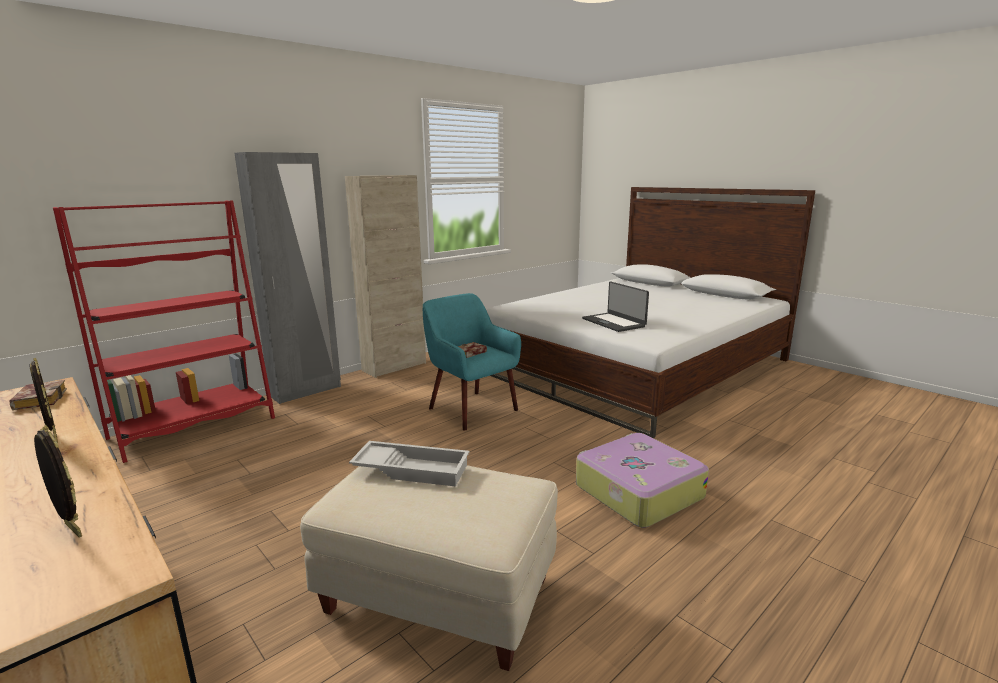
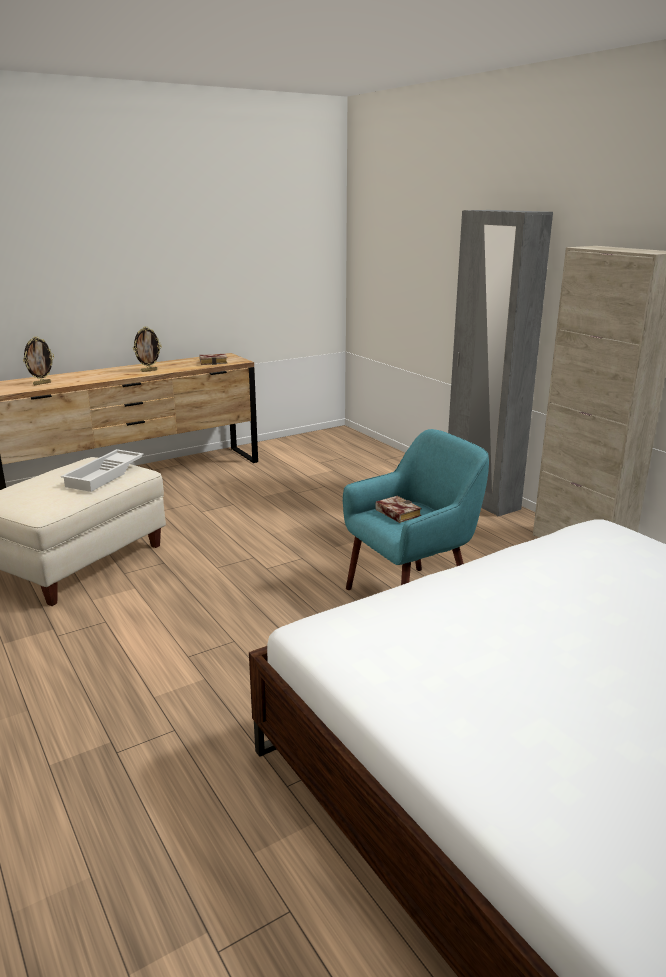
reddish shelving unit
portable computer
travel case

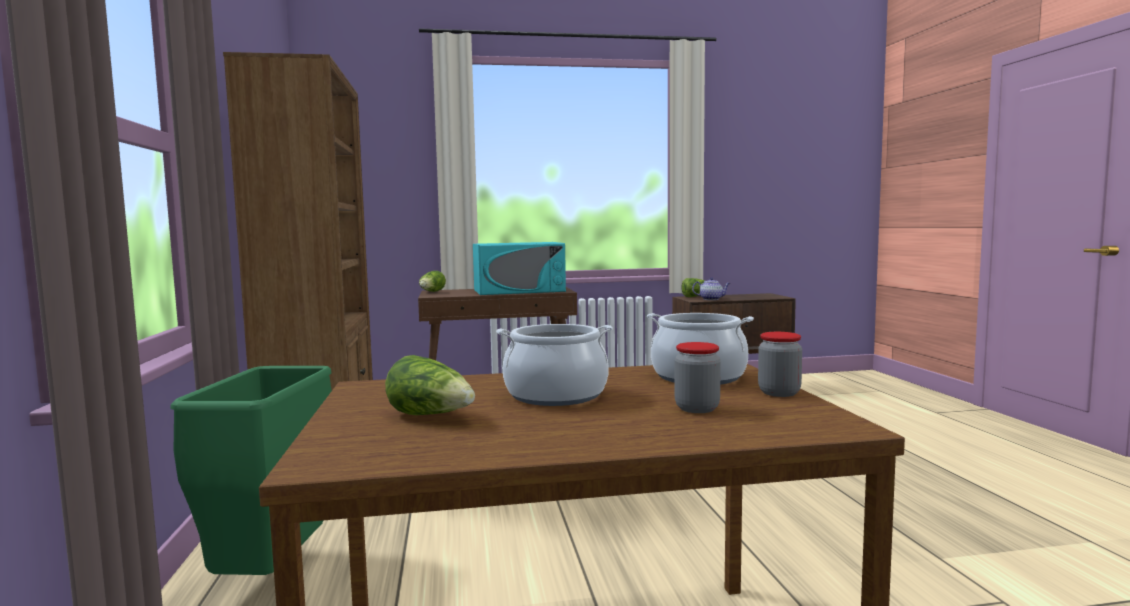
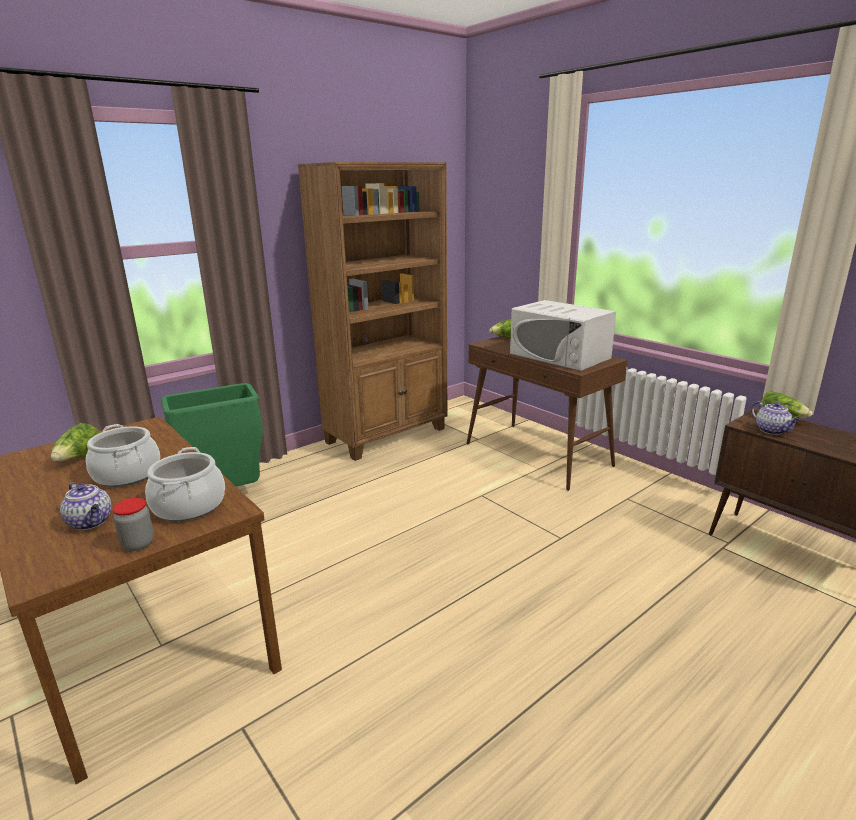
whitish microwave
pot for tea (1st from left)

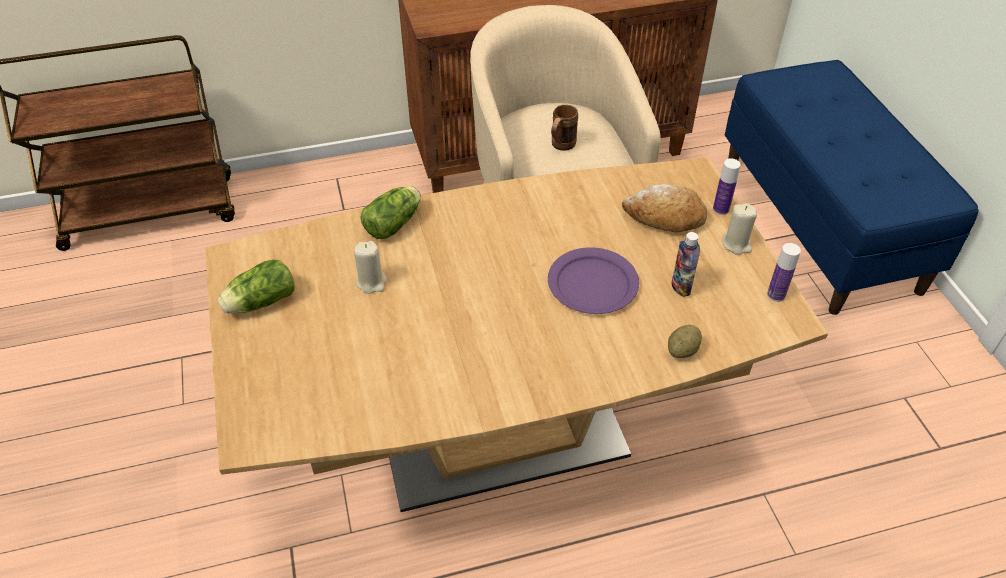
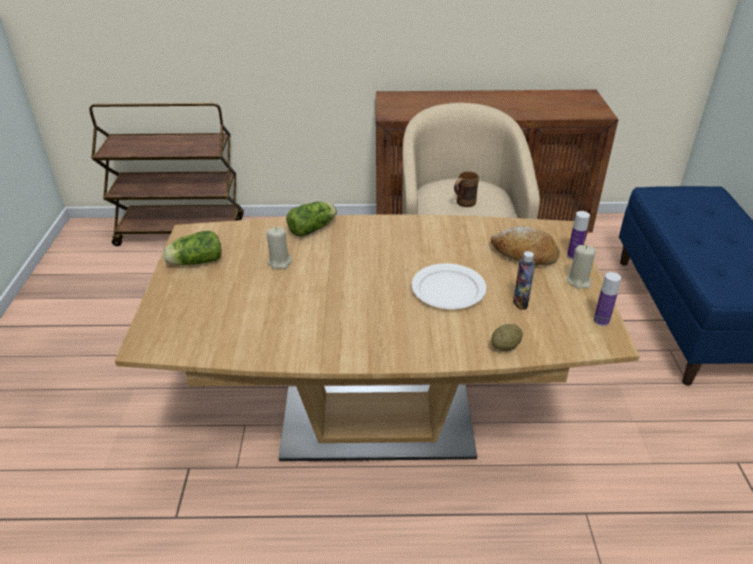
whitish flat dish

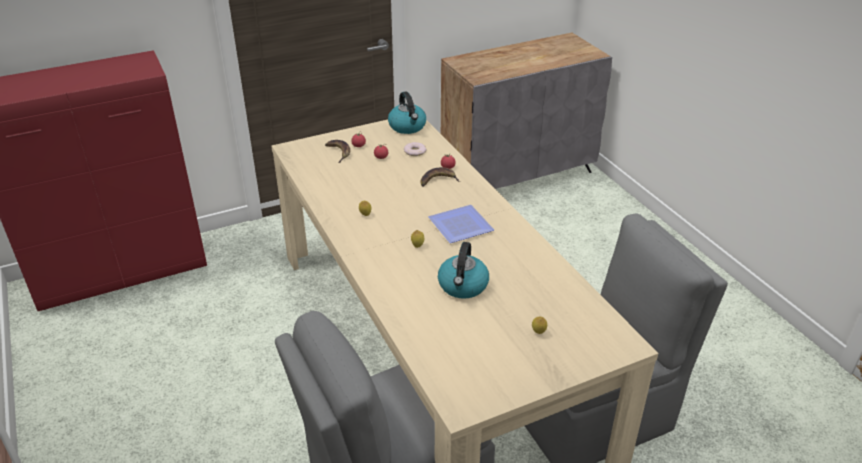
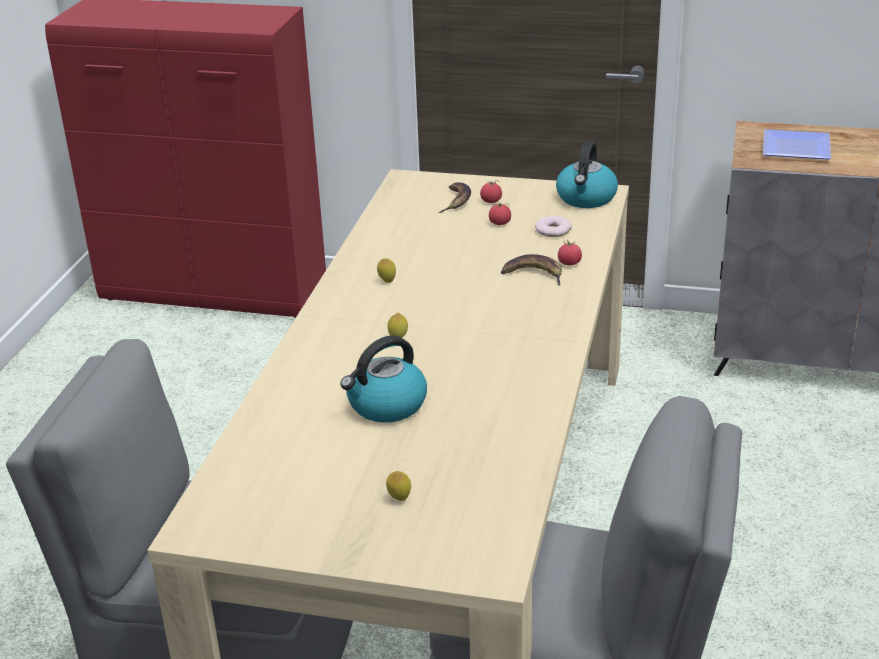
flat dish

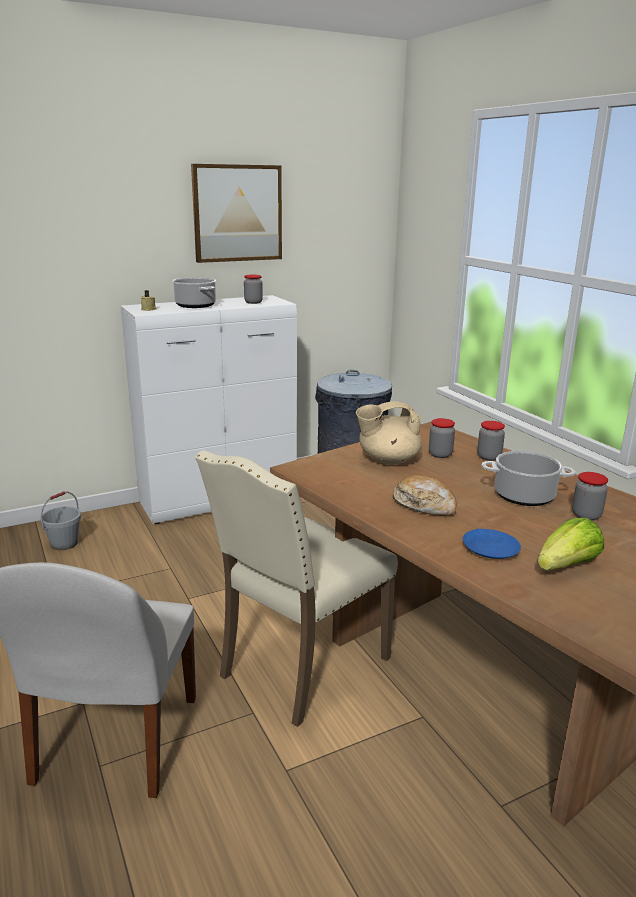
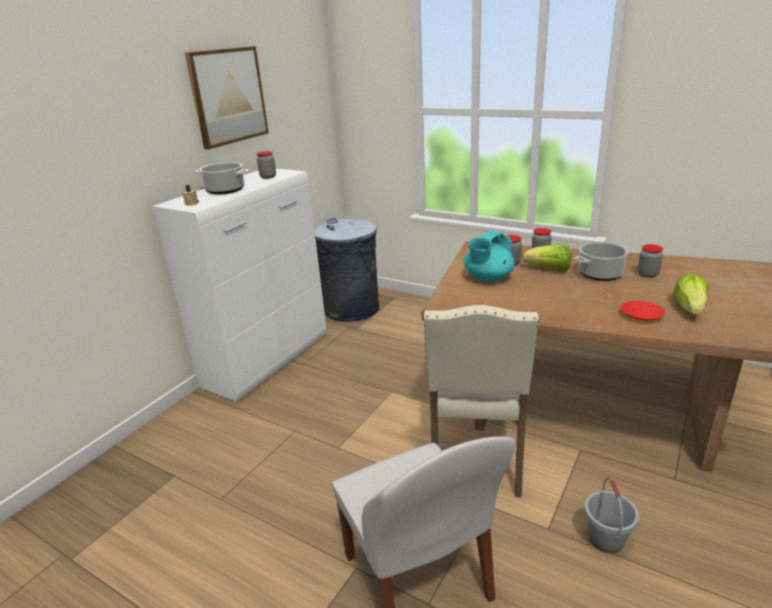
turquoise-coloured pot for tea
bakery bread
grey pail
reddish flat dish
head of lettuce (1st from left)

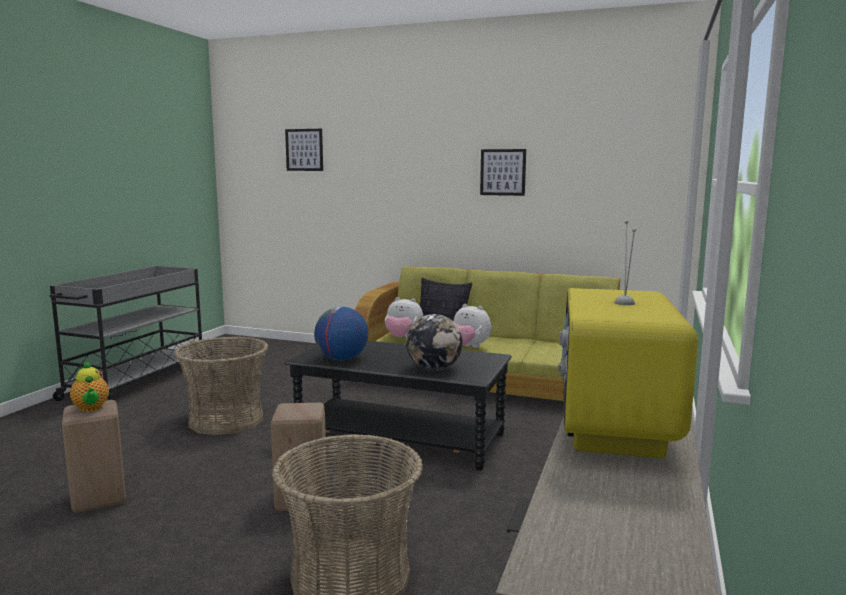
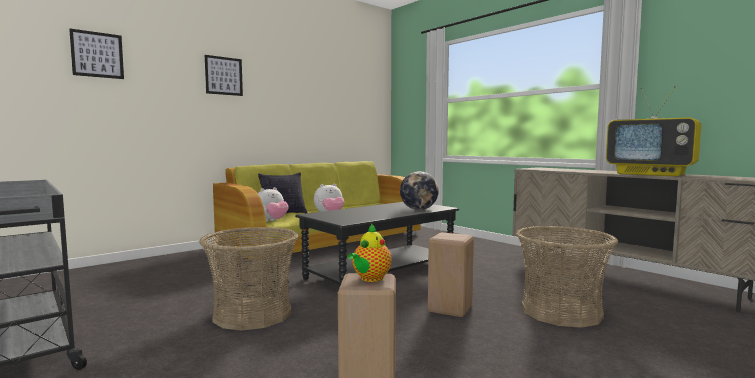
wall picture (2nd from left)
world globe (1st from left in the first image)
pot for tea

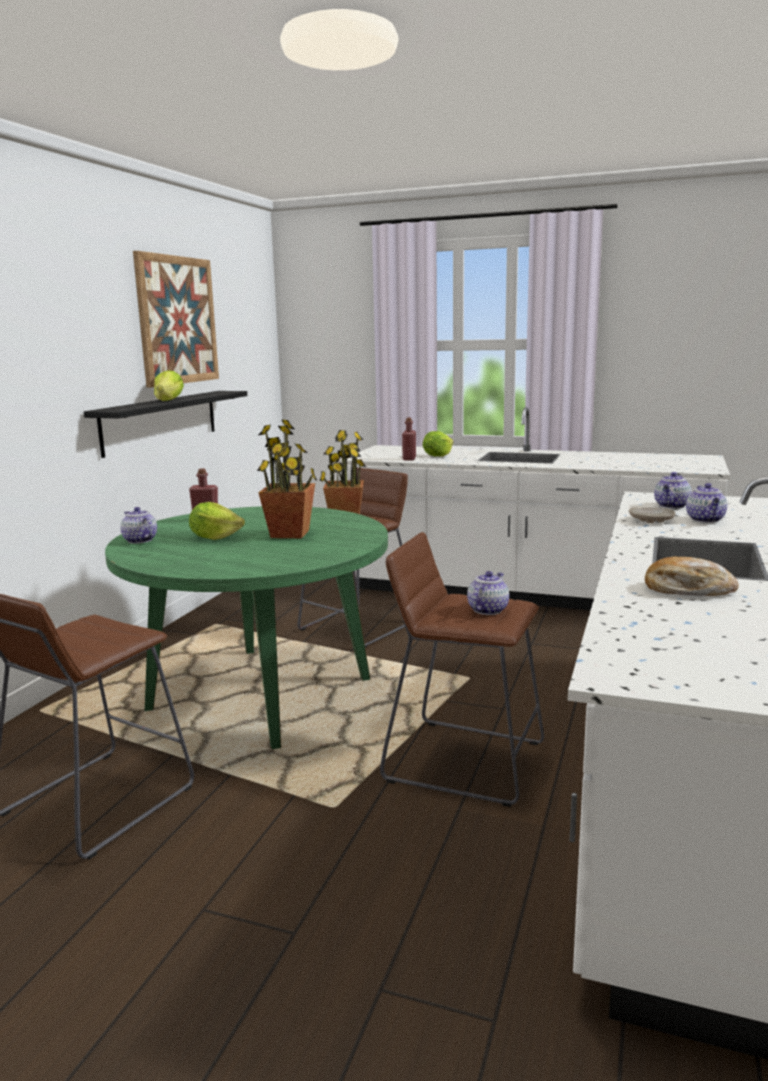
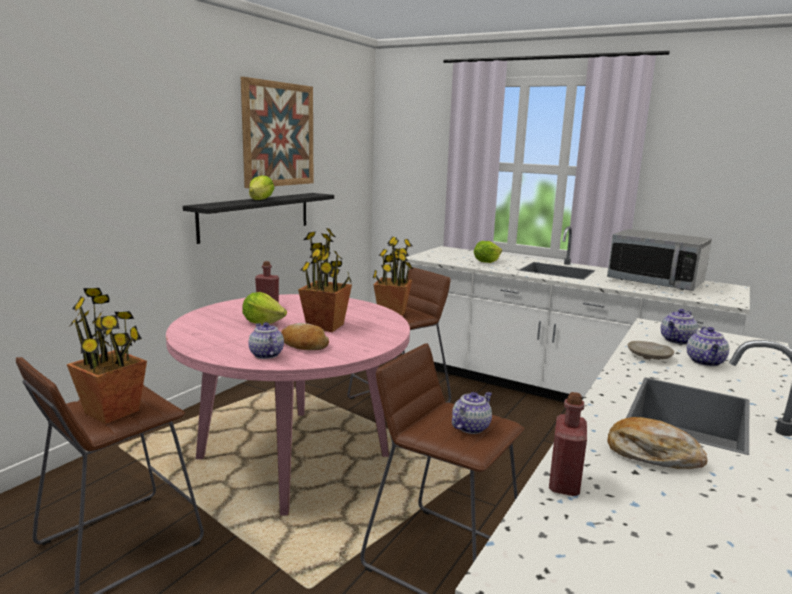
reddish beverage bottle (2nd from left)
pink dinner table
pot for tea (1st from left)
microwave
plant in a pot (1st from left)
bakery bread (1st from left)

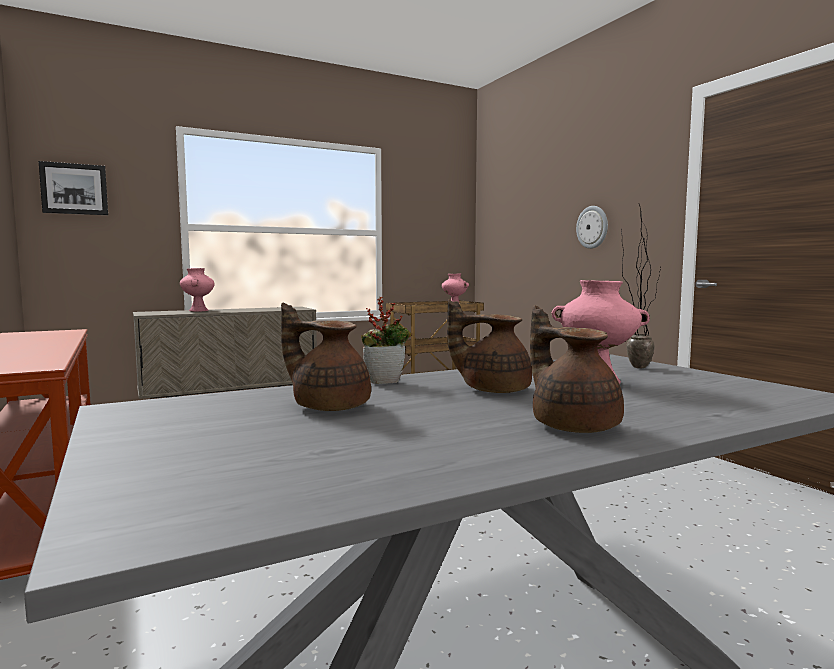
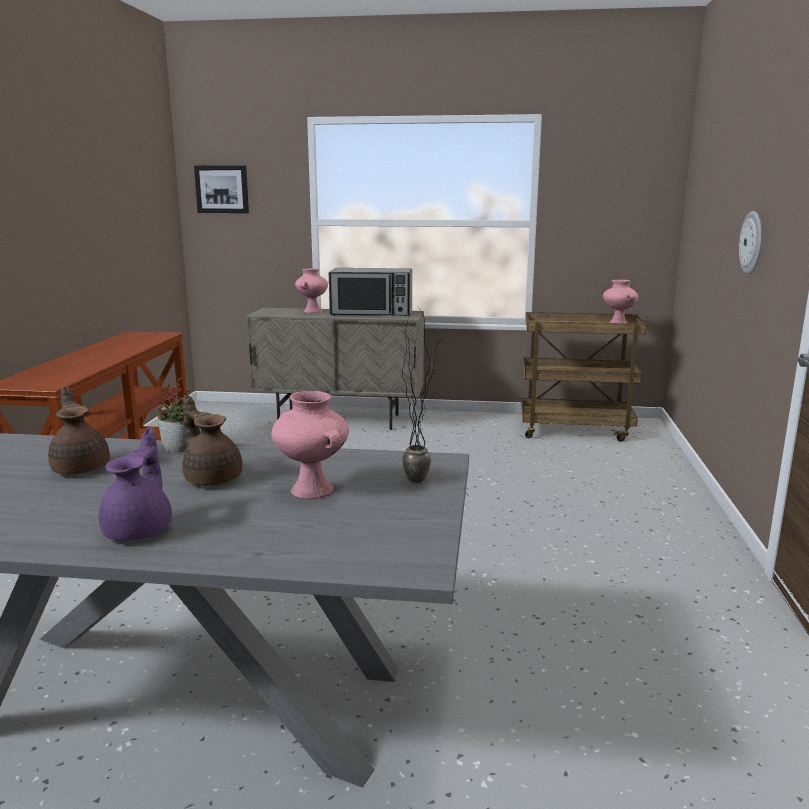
purplish pot for tea
microwave

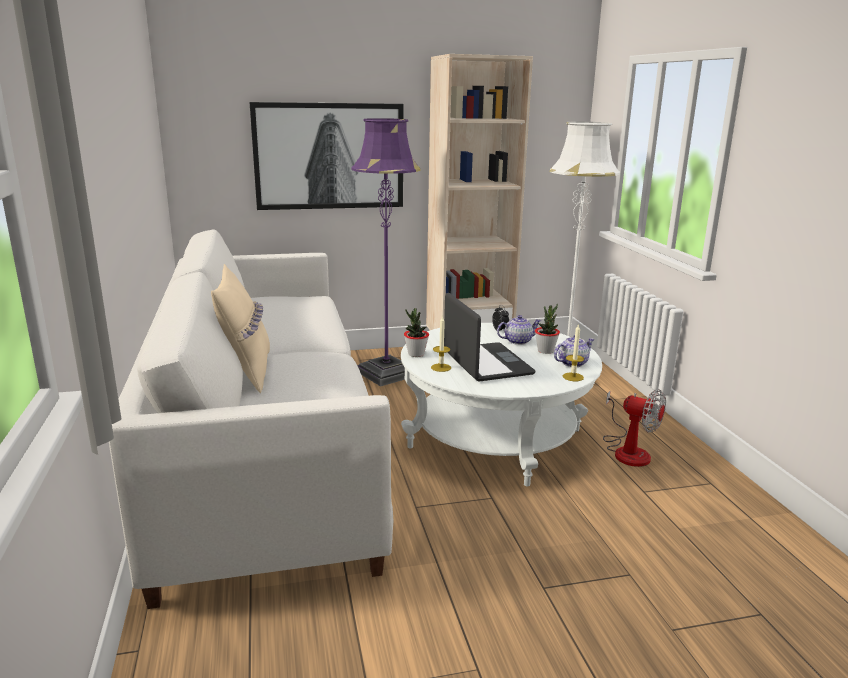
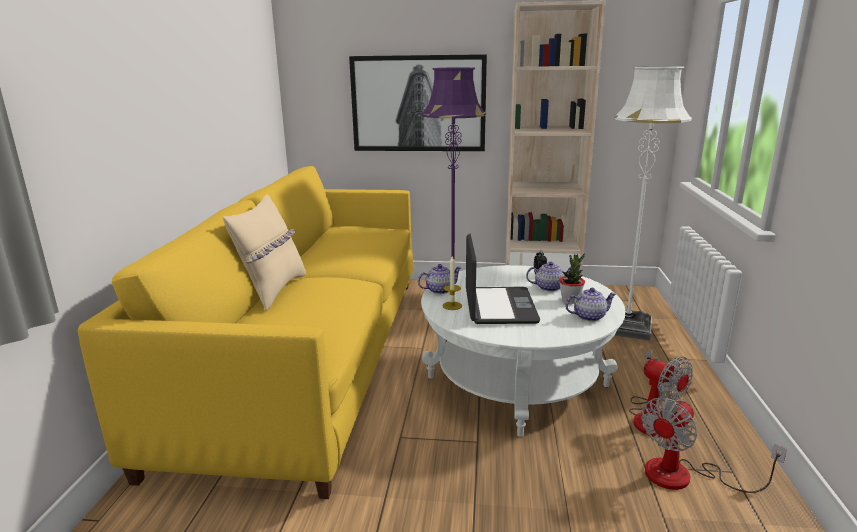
yellow-coloured couch
pot for tea (1st from left)
candle (2nd from left in the first image)
fan (2nd from left)

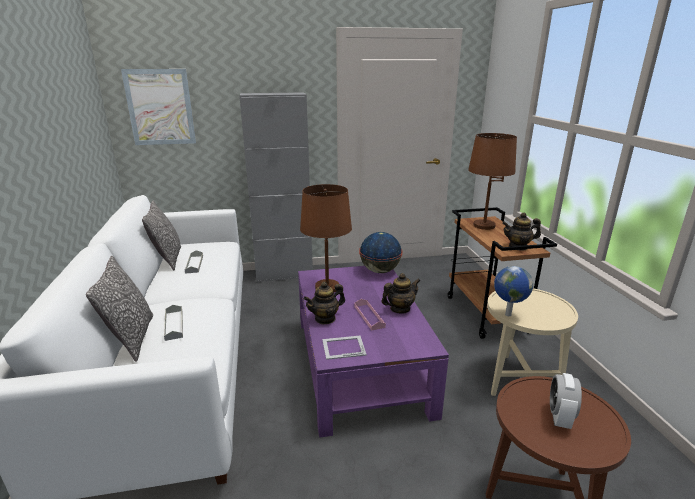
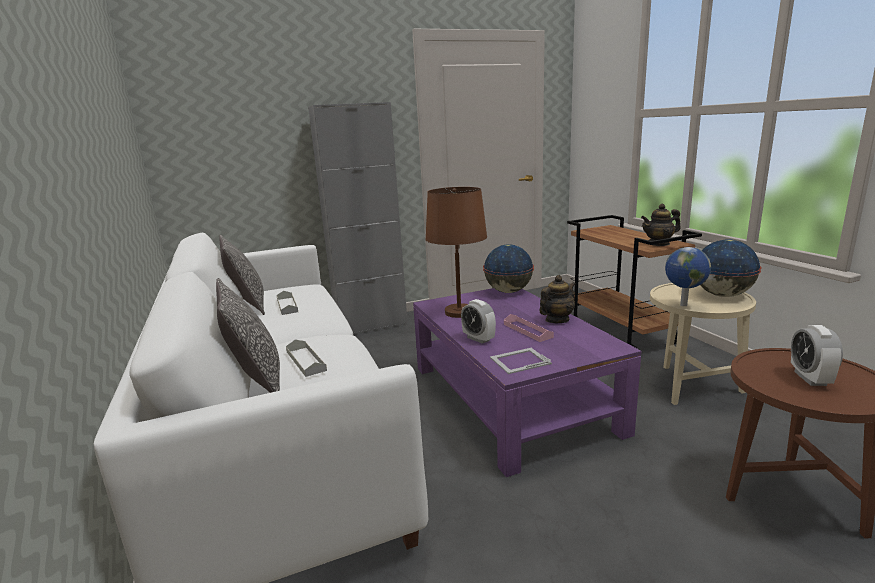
wall picture
brown tabletop lamp (2nd from left in the first image)
alarm clock (1st from left)
world globe (3rd from left)

